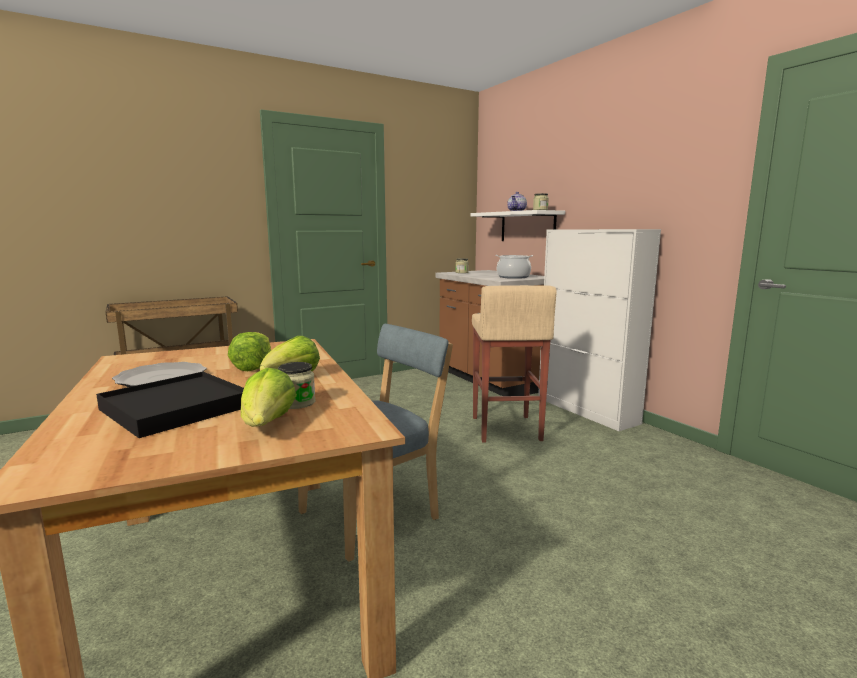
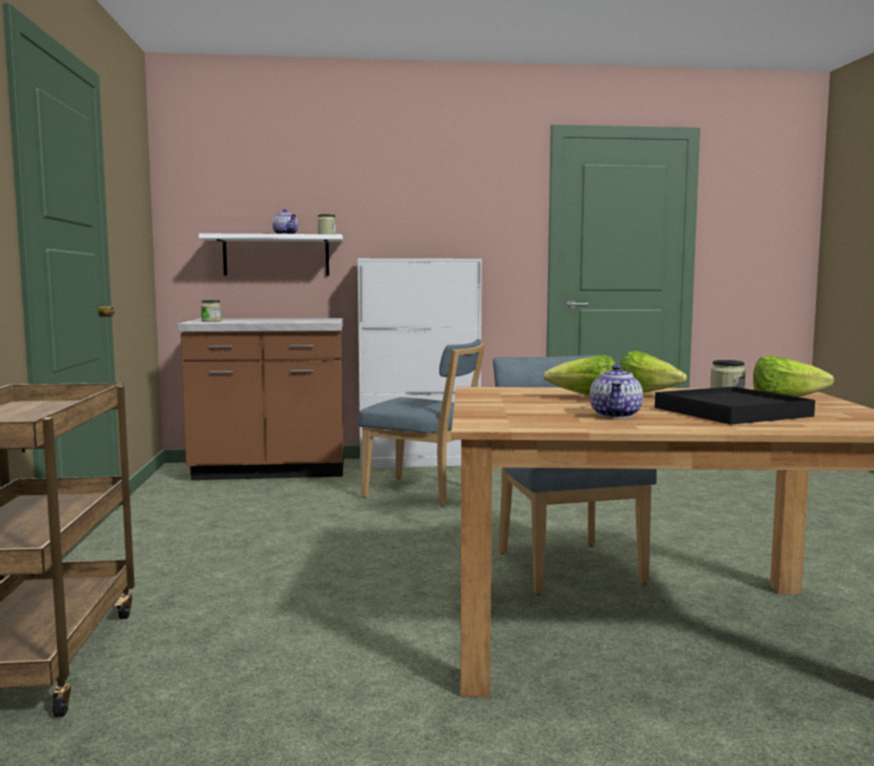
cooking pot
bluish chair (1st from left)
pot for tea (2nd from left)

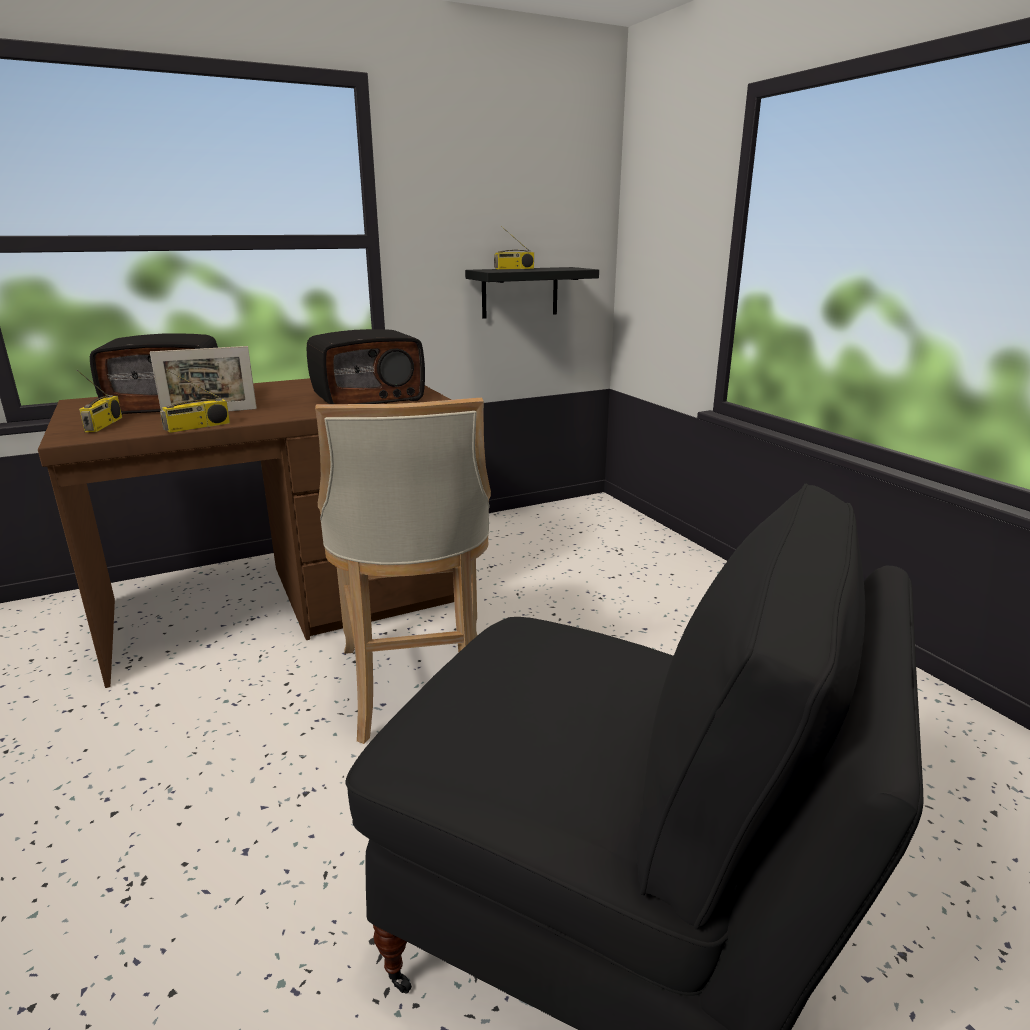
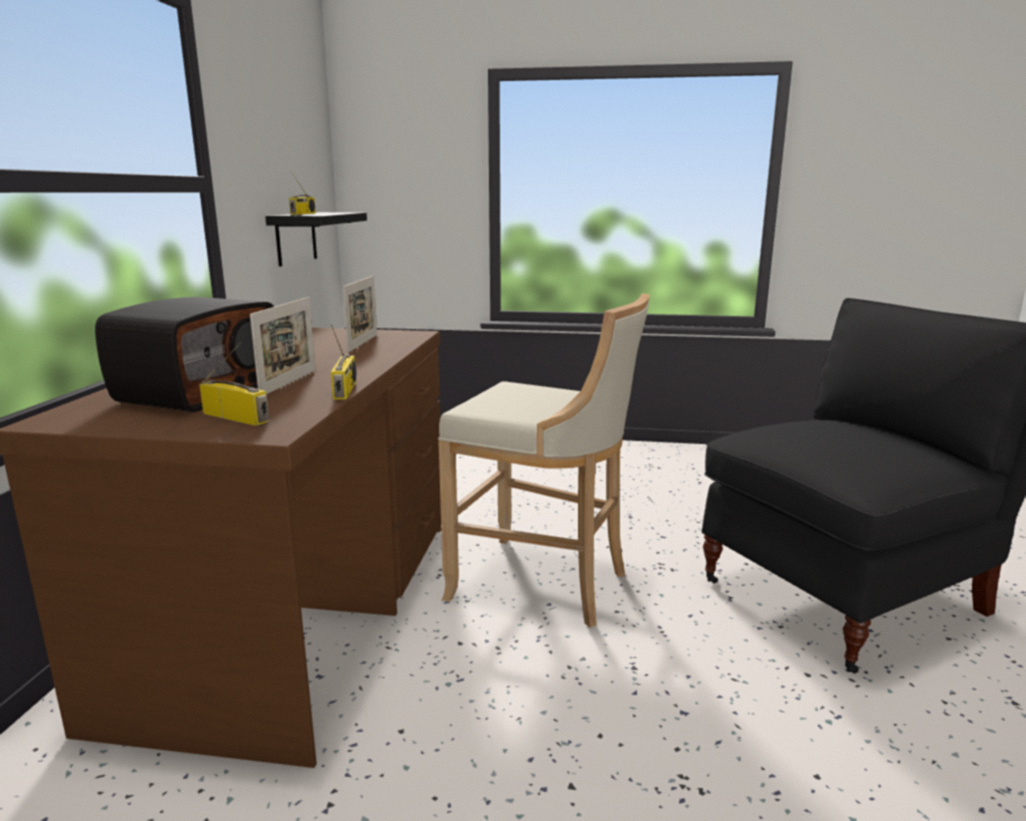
standing frame (2nd from left)

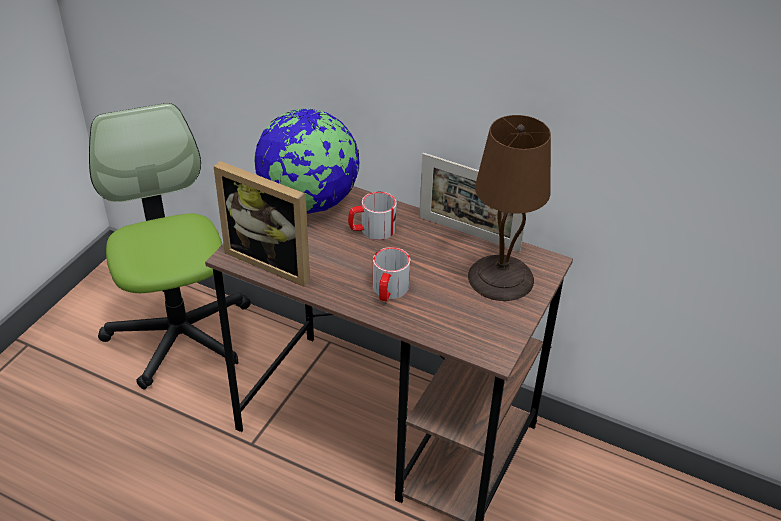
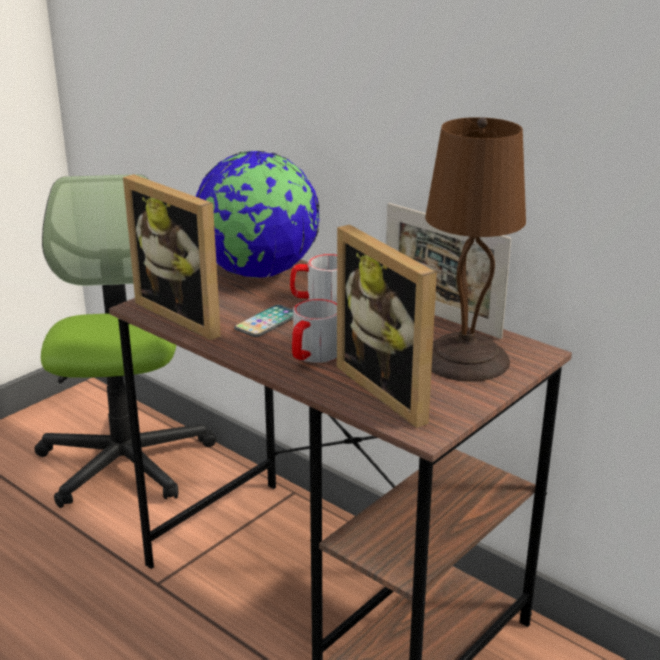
standing frame (2nd from left)
handset

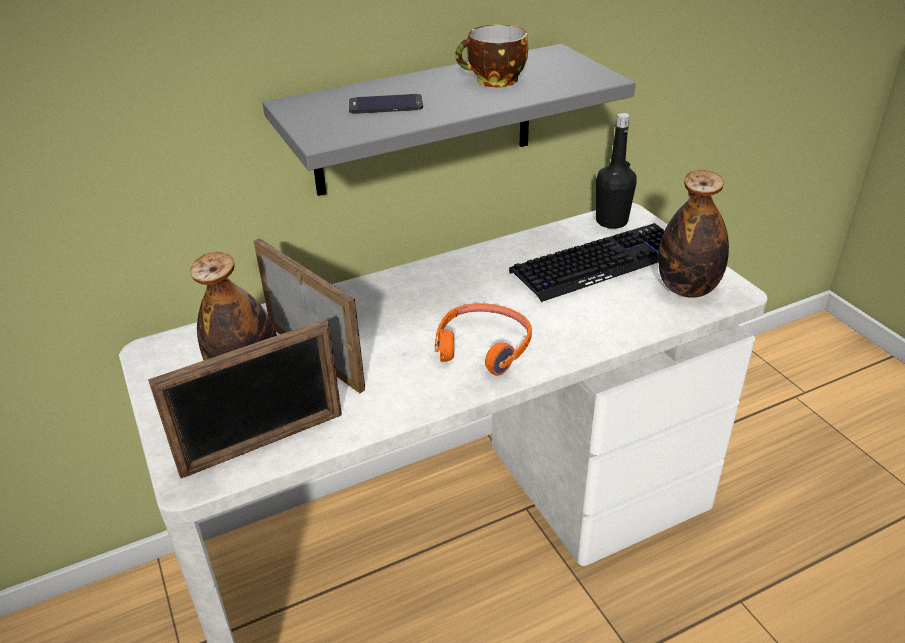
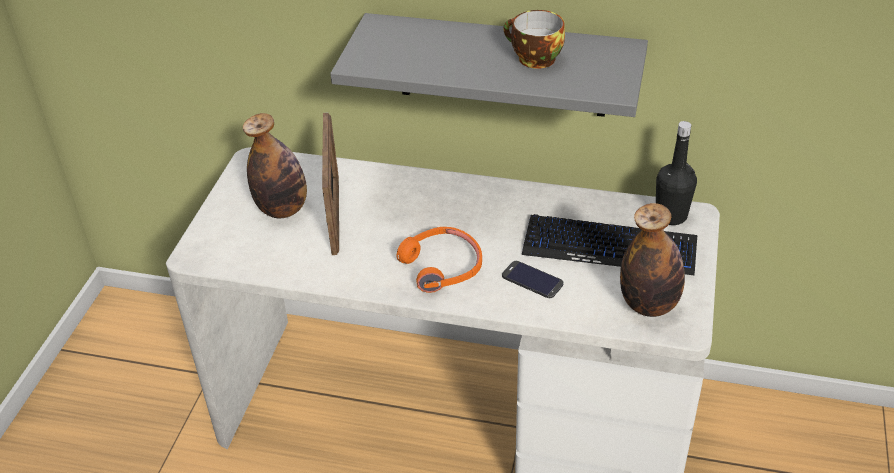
handset
standing frame (1st from left in the first image)

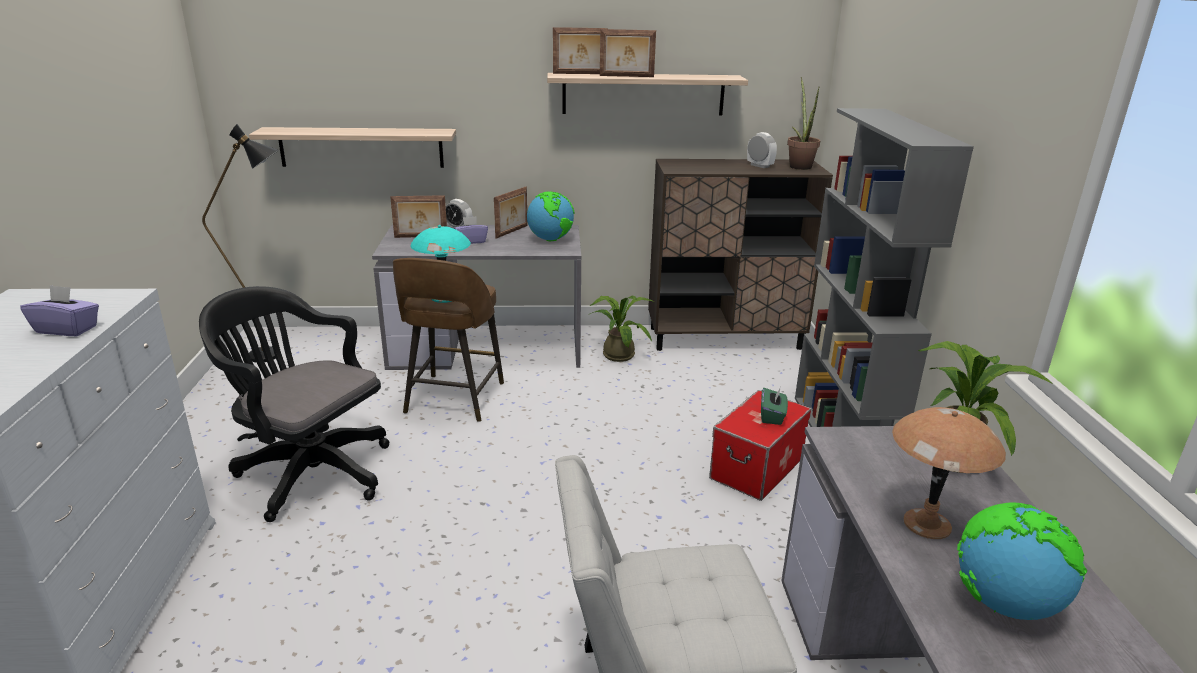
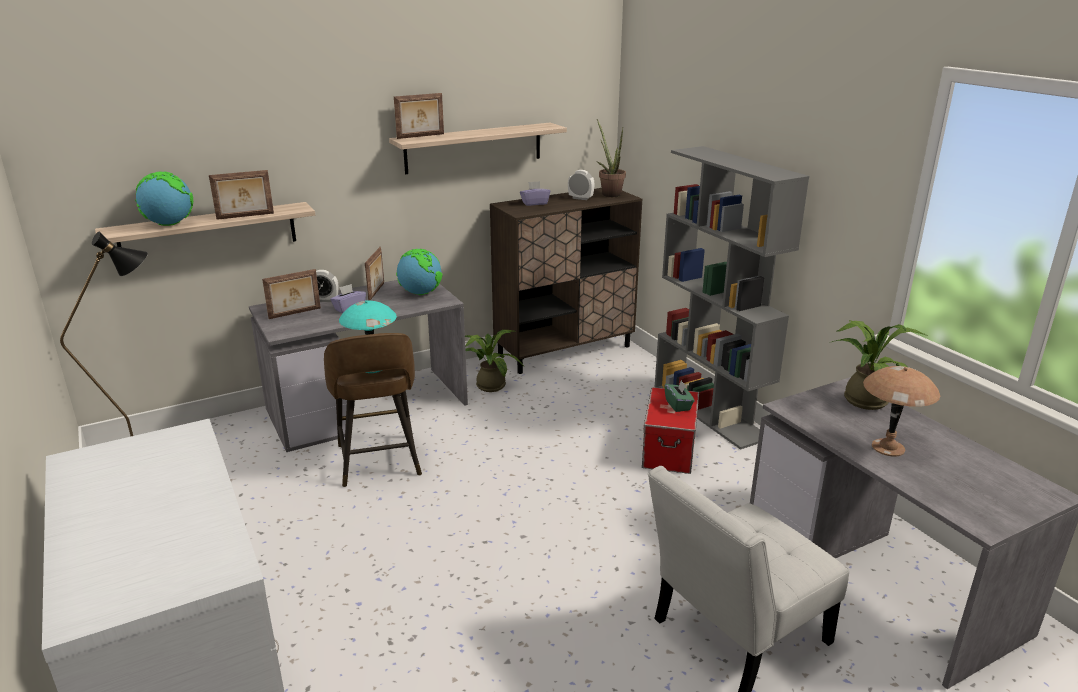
standing frame (1st from left)
purplish tissue box (2nd from left)
black computer chair
world globe (1st from left)

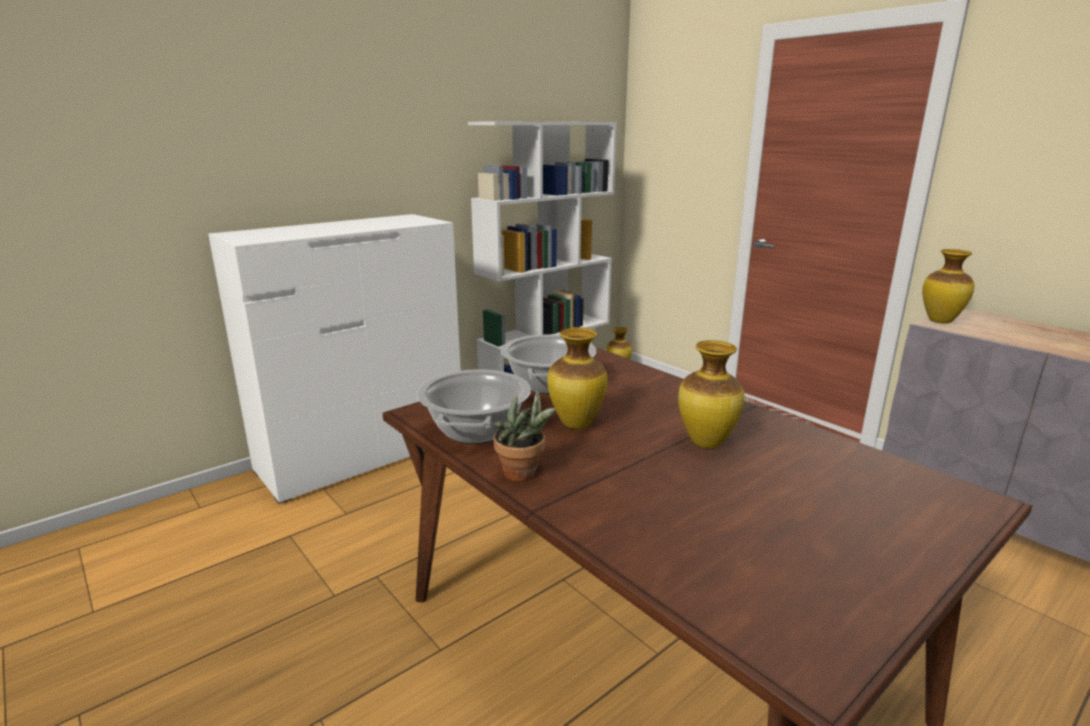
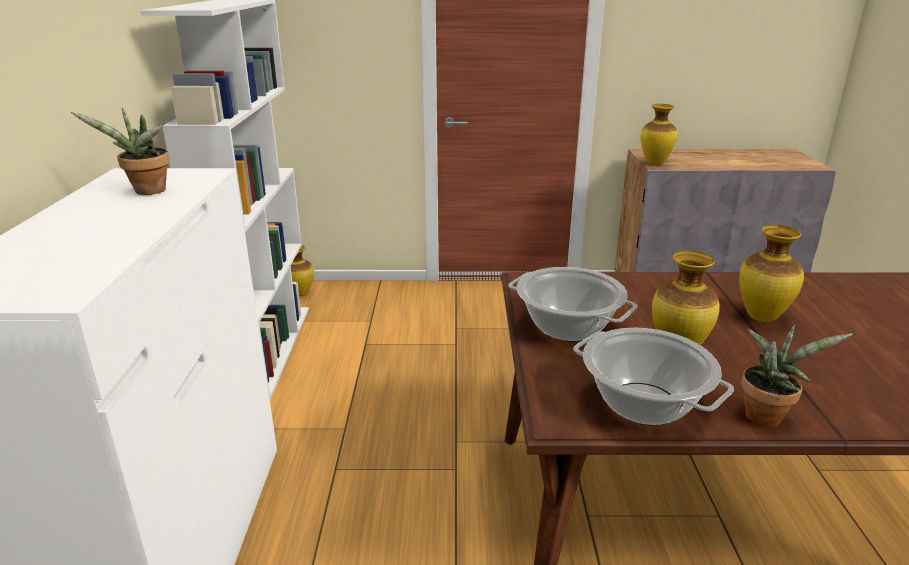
plant in a pot (1st from left)

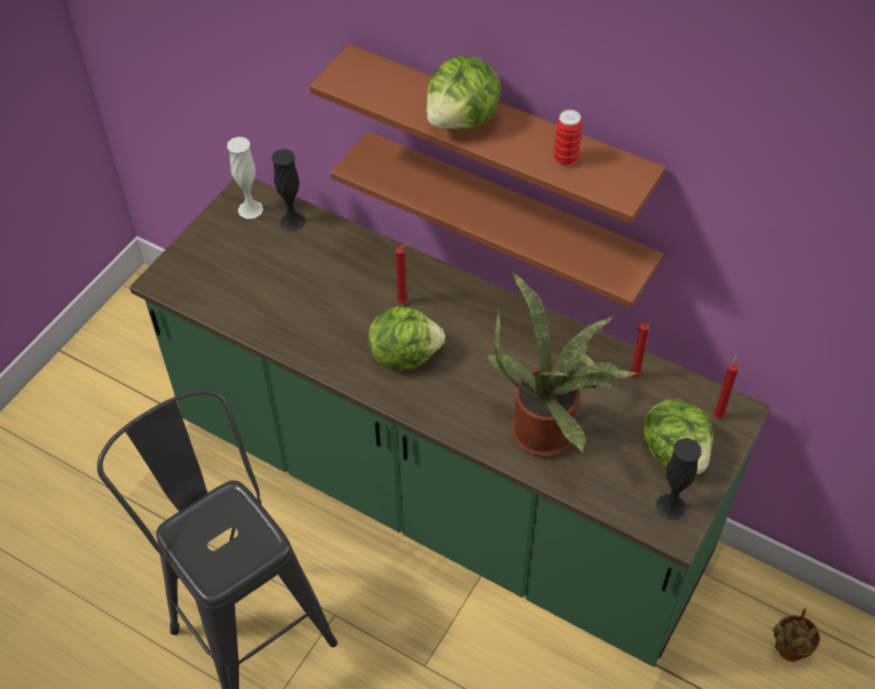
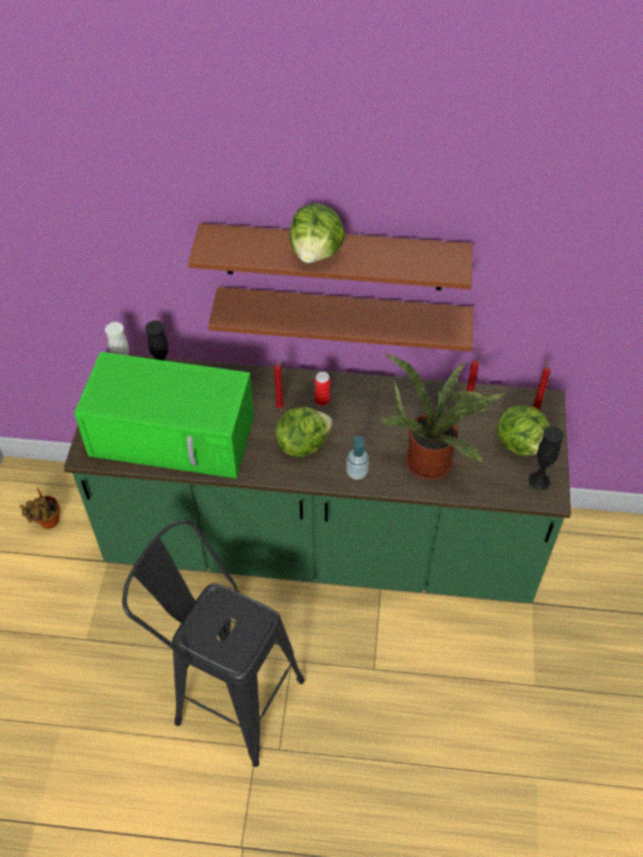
sealed can
plant in a pot (1st from left)
greenish microwave
soap bottle

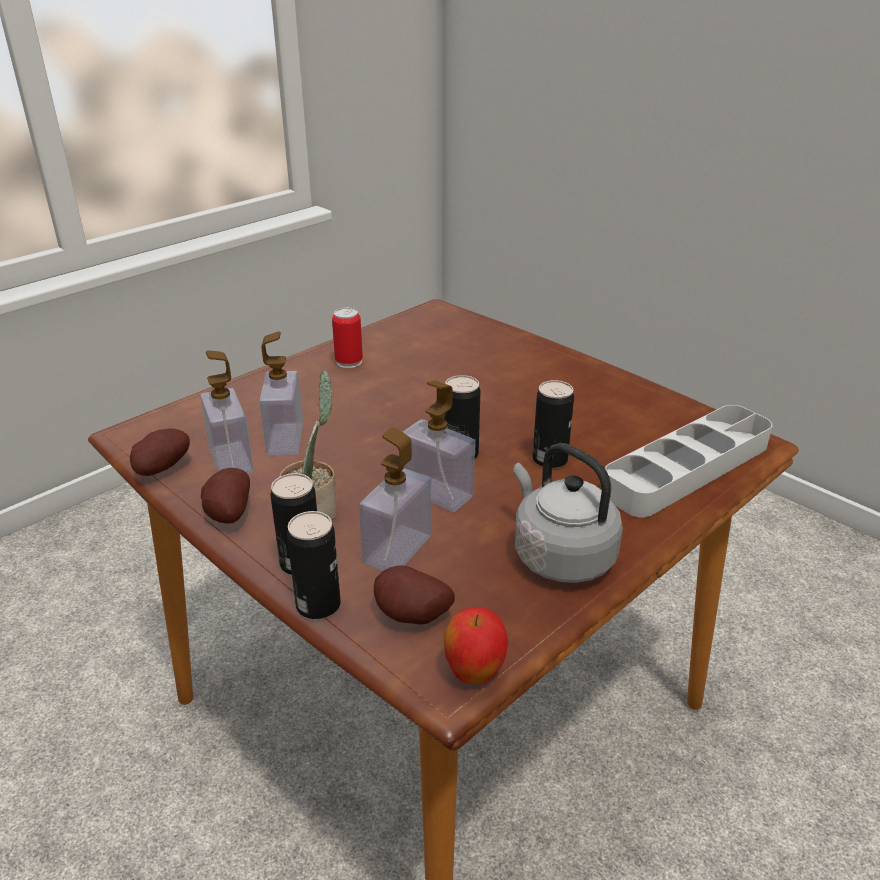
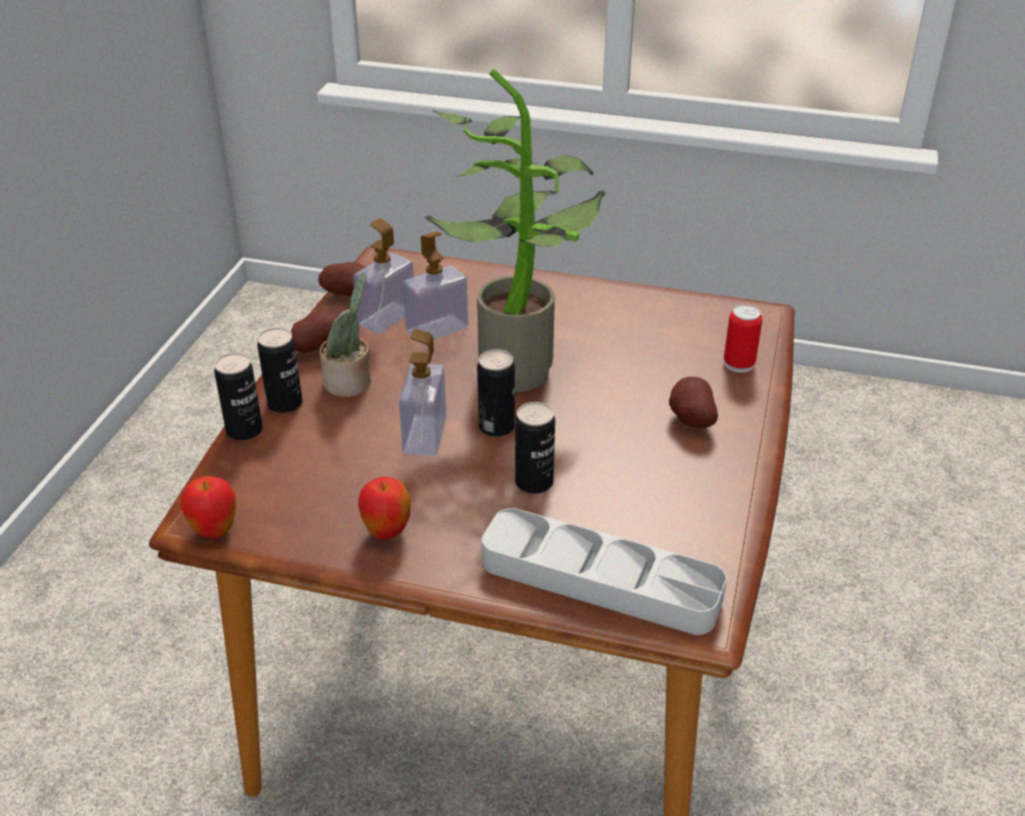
sealed can (5th from left)
soap bottle (3rd from left in the first image)
whole apple (2nd from left)
potato (3rd from left)
plant in a pot (2nd from left)

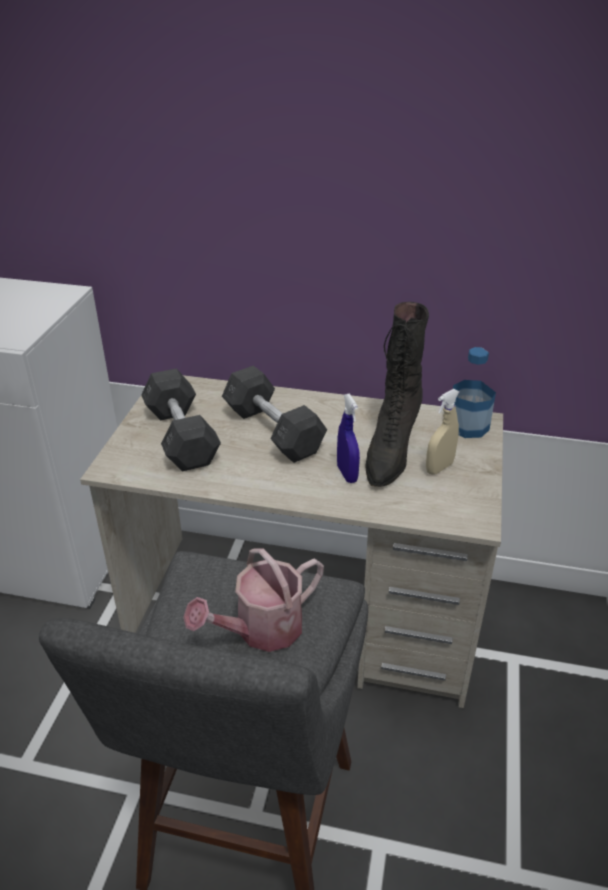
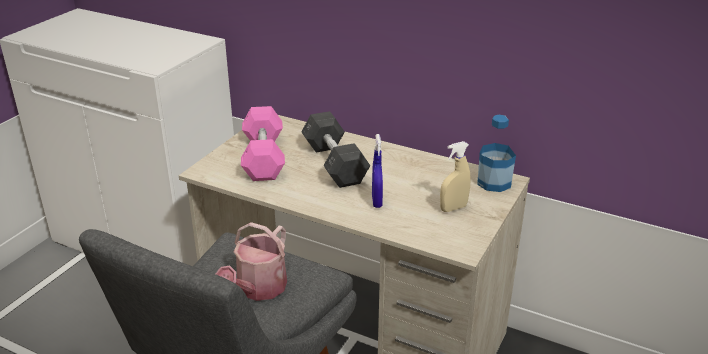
black tall boot
pink hand weight
sprinkling can

